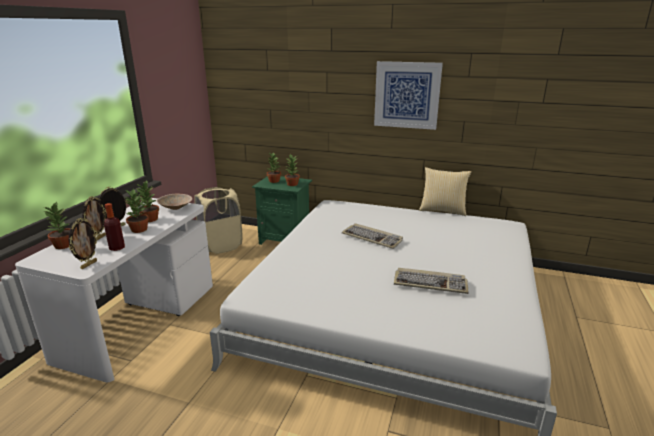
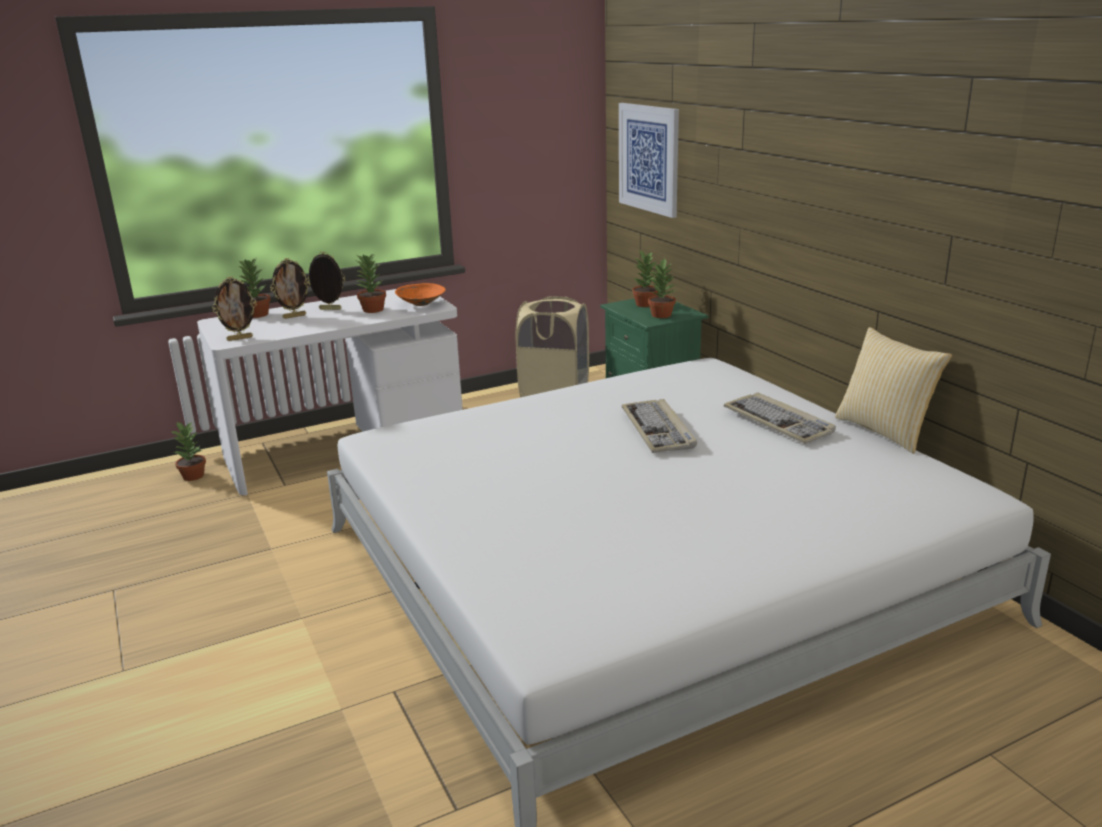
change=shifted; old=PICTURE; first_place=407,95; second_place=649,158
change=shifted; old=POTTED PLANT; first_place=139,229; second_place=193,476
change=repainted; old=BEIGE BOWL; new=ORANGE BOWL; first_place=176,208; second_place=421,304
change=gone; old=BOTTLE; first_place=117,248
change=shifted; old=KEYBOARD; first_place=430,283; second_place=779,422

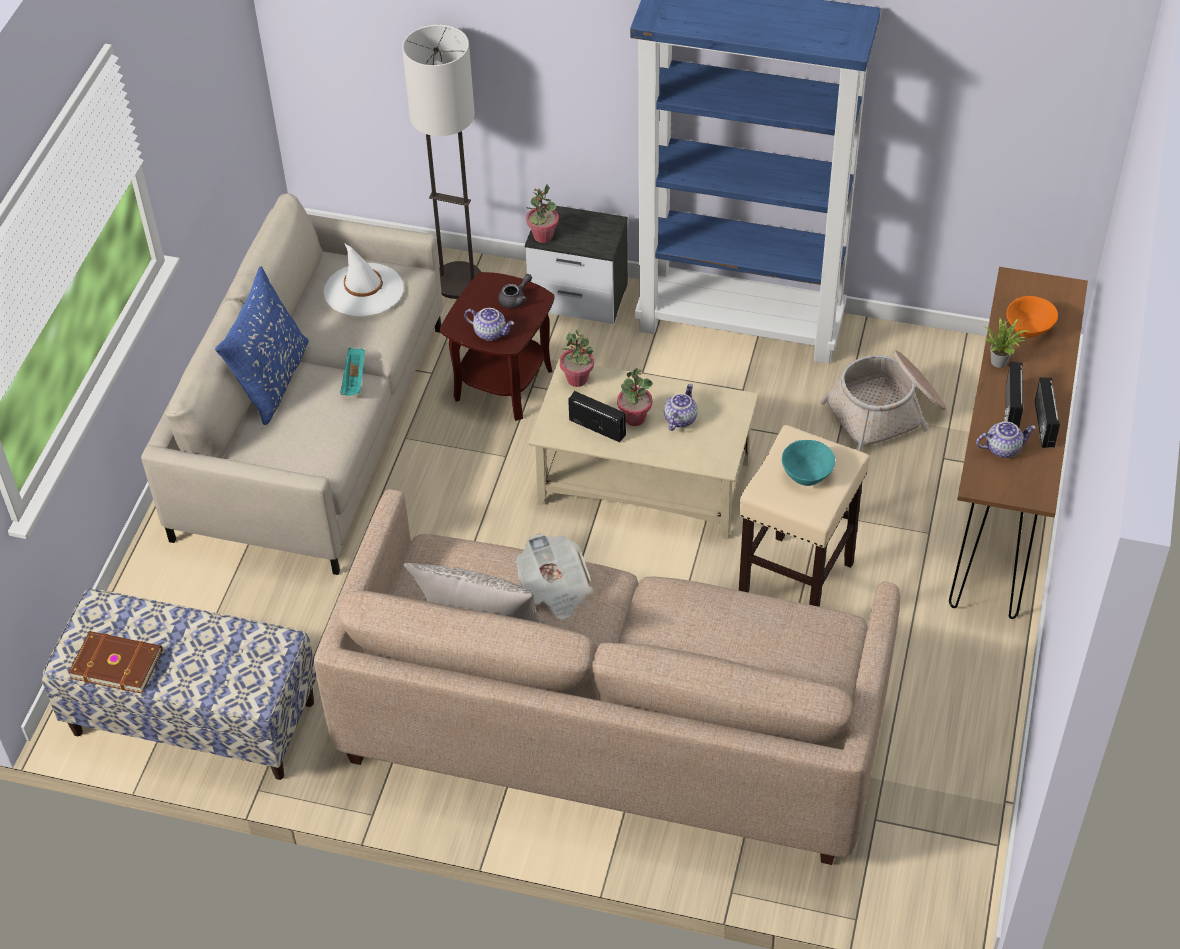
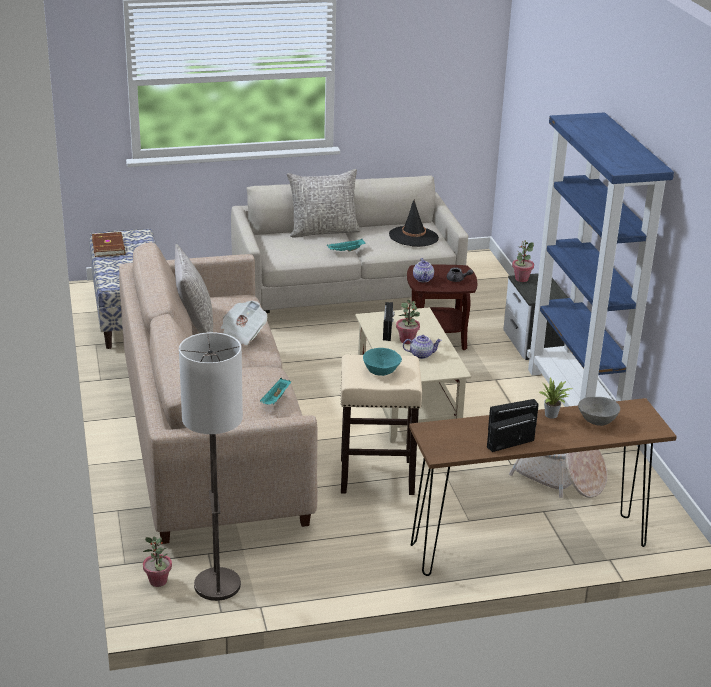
change=shifted; old=FLOOR LAMP; first_place=457,282; second_place=217,585
change=repainted; old=WHITE HAT; new=BLACK HAT; first_place=363,290; second_place=413,237
change=repainted; old=BLUE PILLOW; new=GREY PILLOW; first_place=271,380; second_place=323,231
change=repainted; old=ORANGE BOWL; new=GREY BOWL; first_place=1028,328; second_place=597,420
change=shifted; old=POTTED PLANT; first_place=577,379; second_place=158,581
change=gone; old=TEAPOT; first_place=1003,448
change=new; new=TURQUOISE TRAY; second_place=276,399

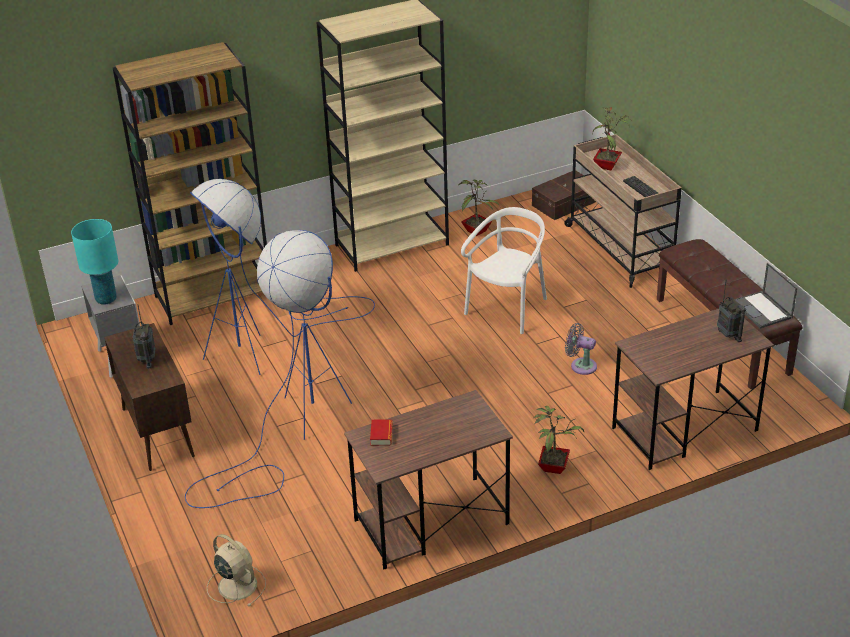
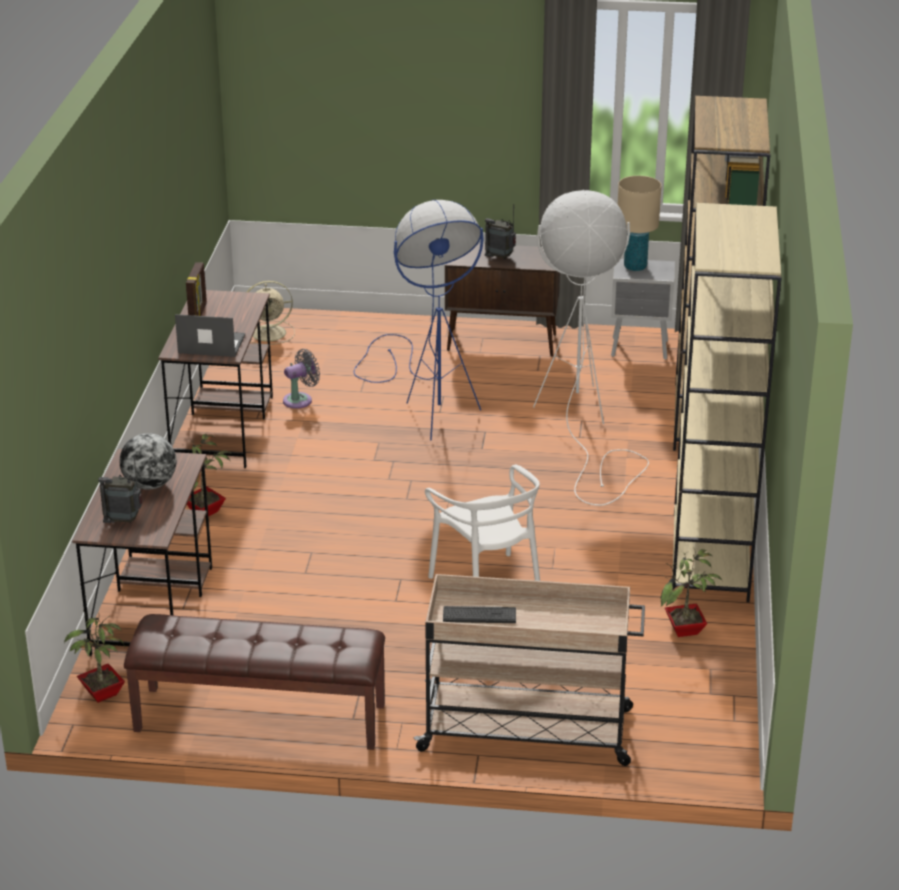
change=shifted; old=POTTED PLANT; first_place=608,166; second_place=100,694
change=gone; old=BROWN STORAGE BOX; first_place=565,203
change=repainted; old=BLUE FLOOR LAMP; new=WHITE FLOOR LAMP; first_place=266,344; second_place=583,424
change=repainted; old=TURQUOISE TABLE LAMP; new=BEIGE TABLE LAMP; first_place=106,299; second_place=635,267
change=shifted; old=LAPTOP; first_place=762,310; second_place=210,344
change=shifted; old=GREY FAN; first_place=581,365; second_place=300,400
change=gone; old=BOOK; first_place=381,435
change=new; new=PICTURE FRAME; second_place=198,314
change=new; new=GLOBE; second_place=150,485

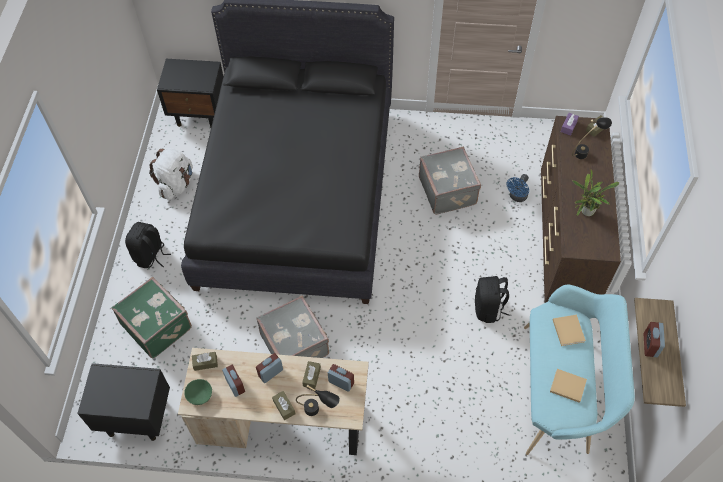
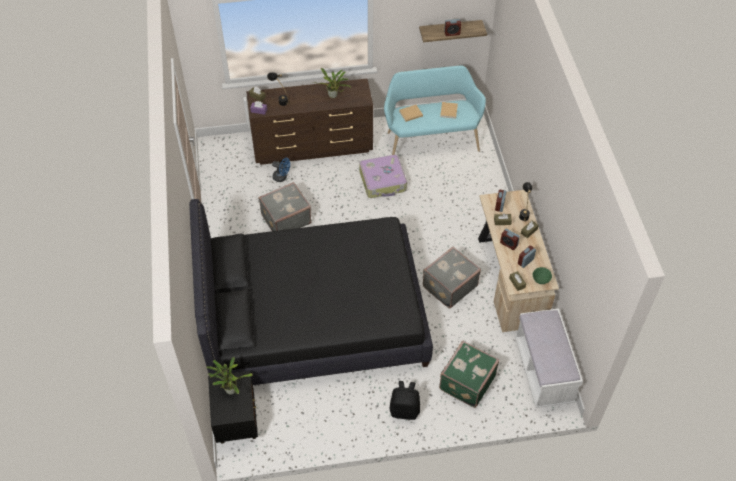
change=gone; old=WHITE BACKPACK; first_place=176,184
change=swapped; old=BLACK BACKPACK; new=SUITCASE; first_place=488,309; second_place=383,181
change=swapped; old=BLACK NIGHTSTAND; new=WHITE BENCH; first_place=135,417; second_place=543,371
change=new; new=POTTED PLANT; second_place=230,389

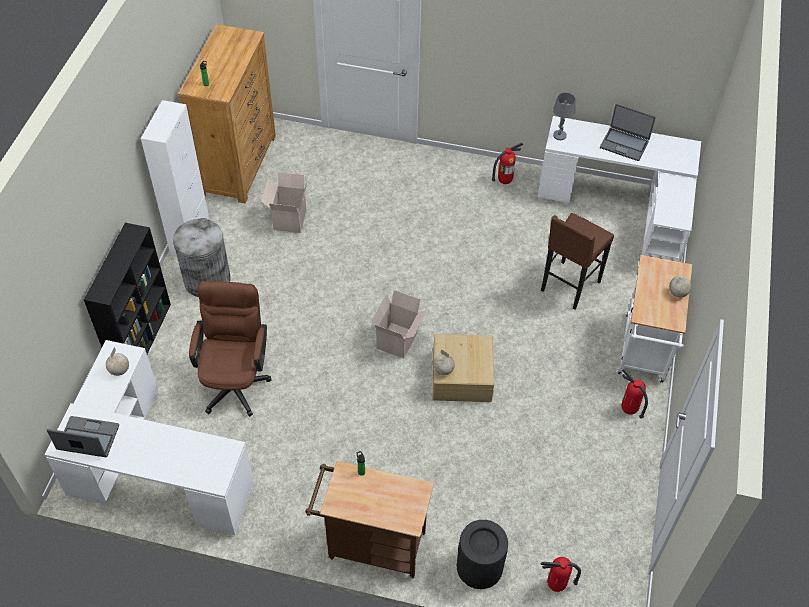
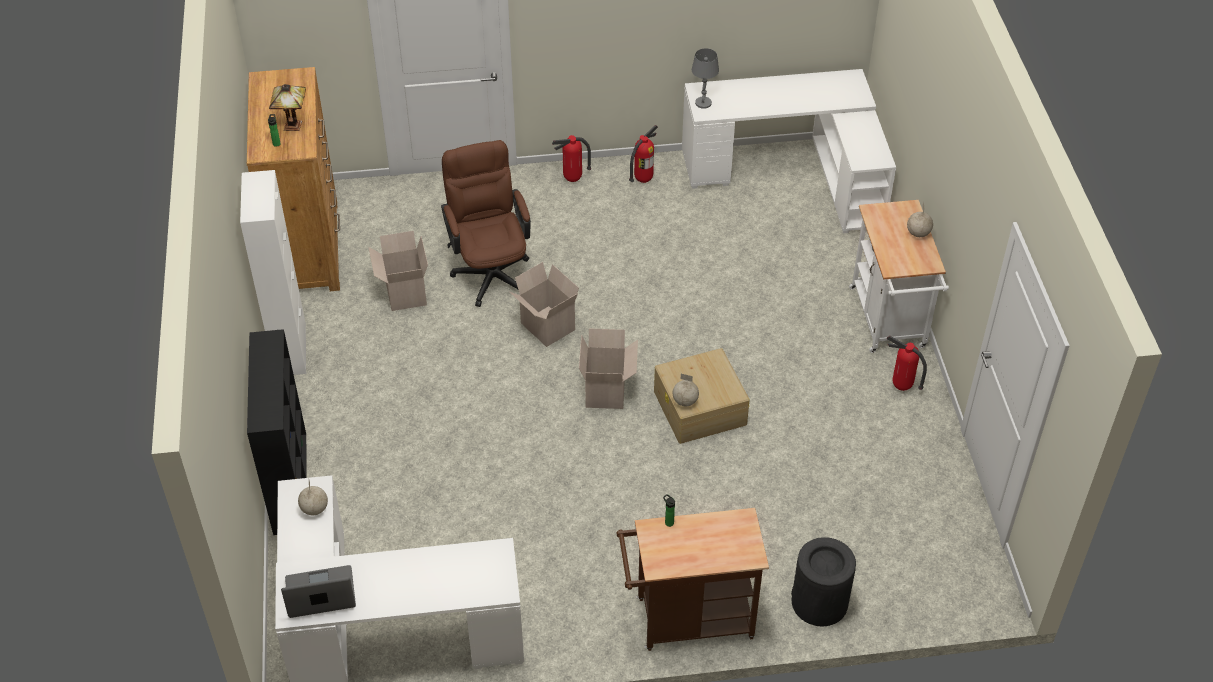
change=gone; old=LAPTOP; first_place=624,144
change=gone; old=BROWN STOOL; first_place=569,287
change=gone; old=GREY TRASH CAN; first_place=207,279
change=shifted; old=BROWN OFFICE CHAIR; first_place=236,380; second_place=490,270
change=shifted; old=FIRE EXTINGUISHER; first_place=556,586; second_place=572,179
change=new; new=TABLE LAMP; second_place=293,126
change=new; new=CARDBOARD BOX; second_place=546,327

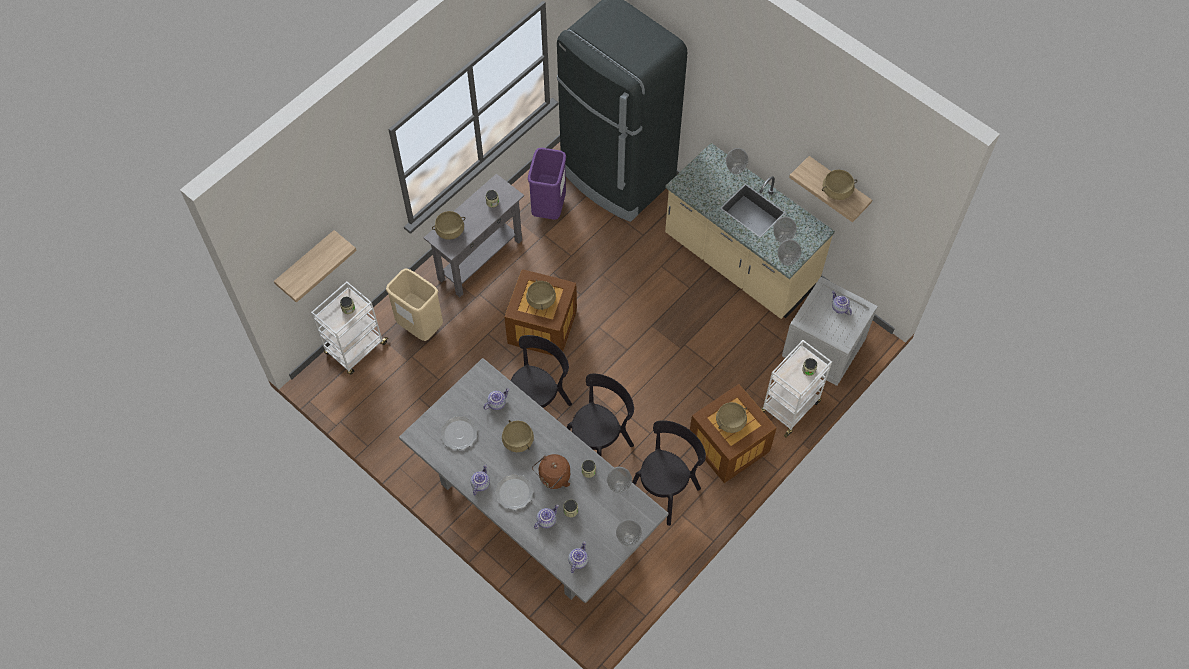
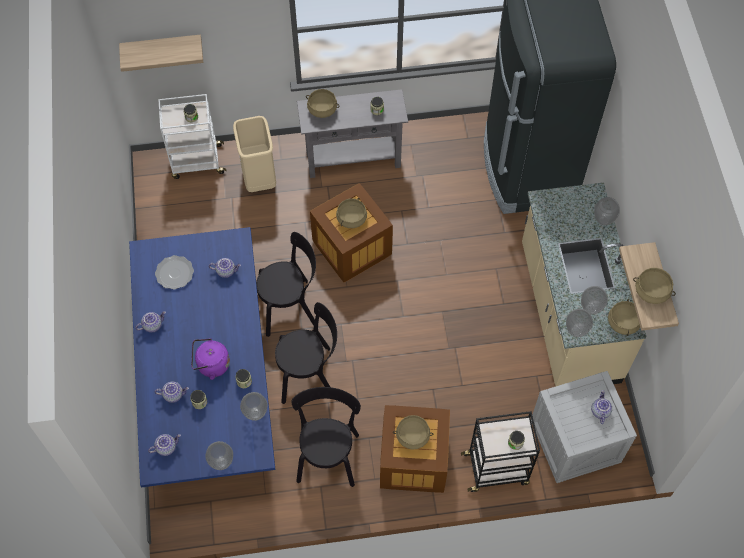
change=gone; old=PURPLE TRASH CAN; first_place=549,207
change=repainted; old=WHITE CART; new=BLACK CART; first_place=789,407; second_place=497,468
change=repainted; old=GREY DINING TABLE; new=BLUE DINING TABLE; first_place=534,509; second_place=210,387
change=shifted; old=BEIGE COOKING POT; first_place=518,440; second_place=623,322
change=rotated; old=BLACK CHAIR; first_place=666,488; second_place=328,454; degrees=-75
change=repainted; old=BROWN KETTLE; new=PURPLE KETTLE; first_place=553,478; second_place=211,365
change=gone; old=PLATE; first_place=514,493

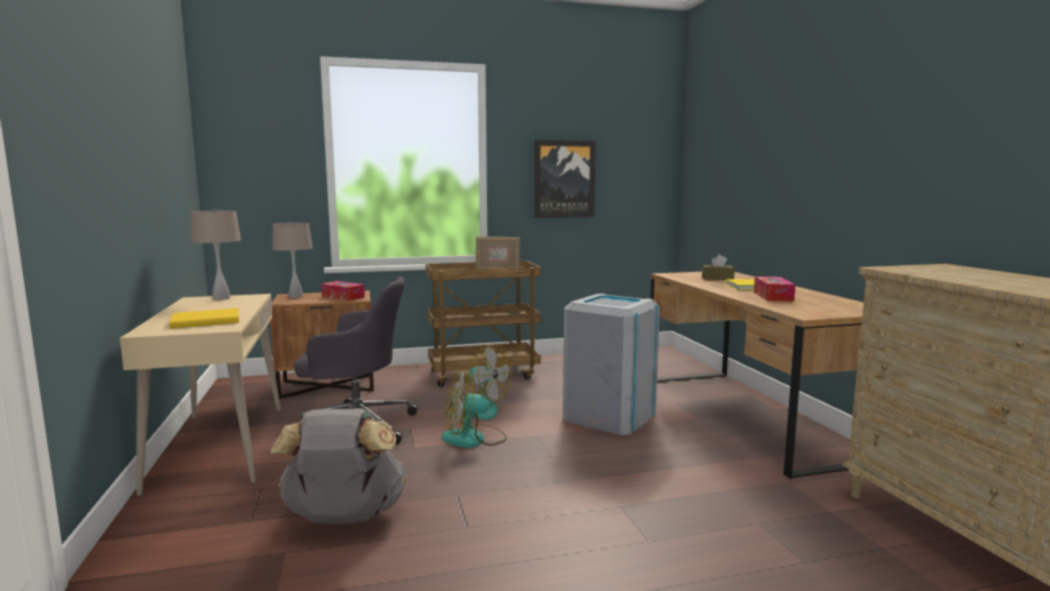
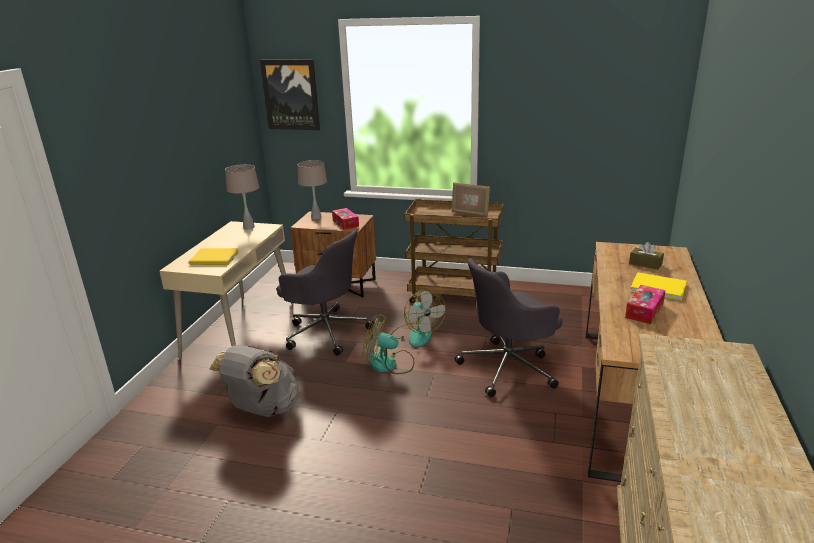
change=shifted; old=PICTURE; first_place=564,179; second_place=291,95
change=swapped; old=GREY TRASH CAN; new=GREY OFFICE CHAIR; first_place=609,416; second_place=509,368

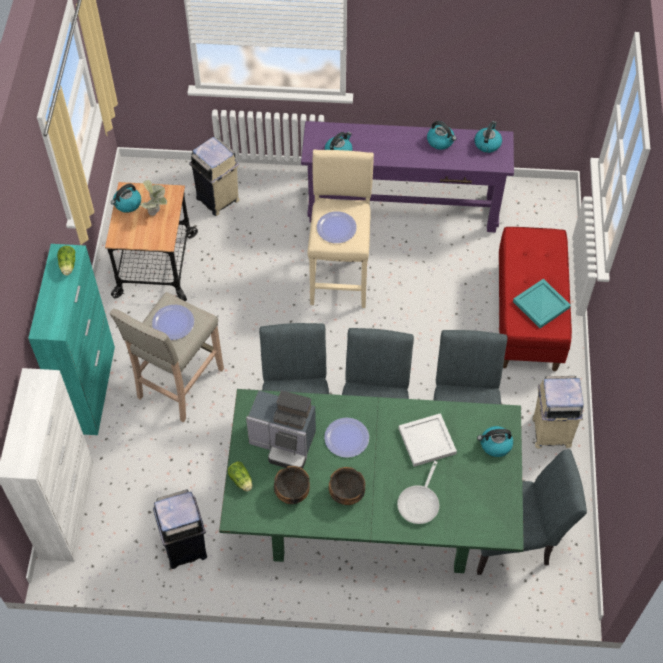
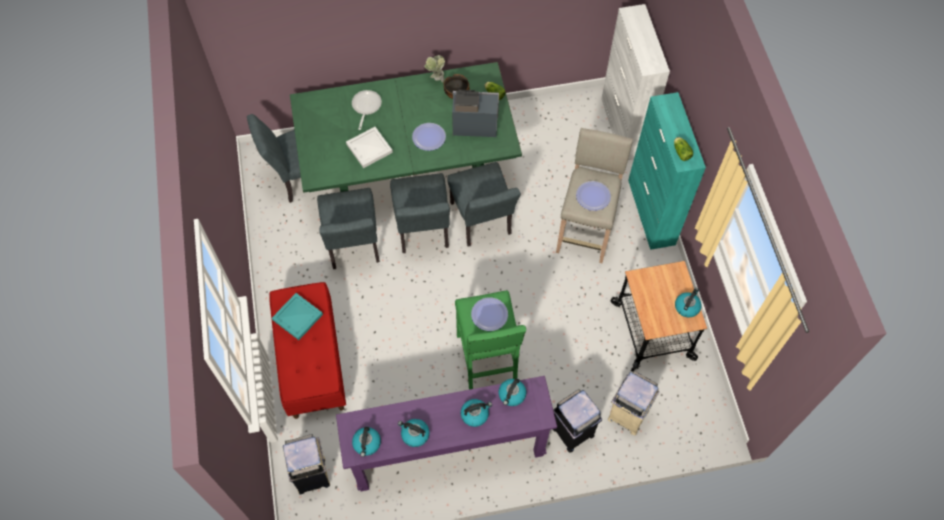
change=repainted; old=BEIGE STOOL; new=GREEN STOOL; first_place=340,276; second_place=487,360
change=shifted; old=POTTED PLANT; first_place=157,212; second_place=436,79
change=shifted; old=BEIGE TRASH CAN; first_place=550,432; second_place=312,475
change=shifted; old=KETTLE; first_place=495,445; second_place=475,414
change=gone; old=BOWL; first_place=346,494
change=shifted; old=BLACK TRASH CAN; first_place=185,547; second_place=572,432

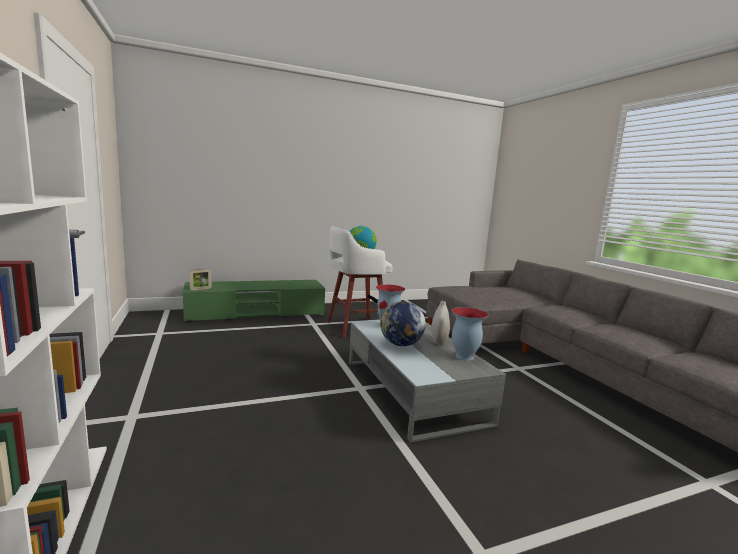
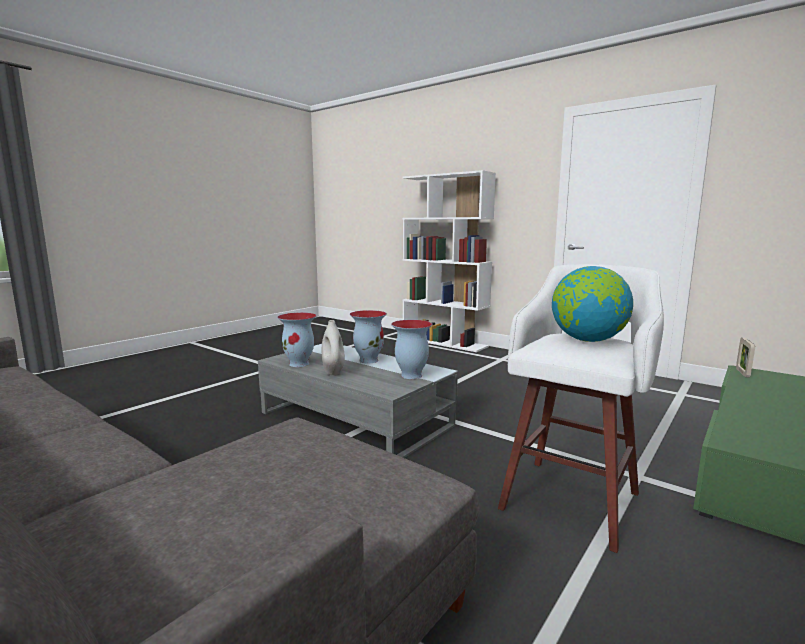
change=swapped; old=GLOBE; new=VASE; first_place=400,344; second_place=368,360

